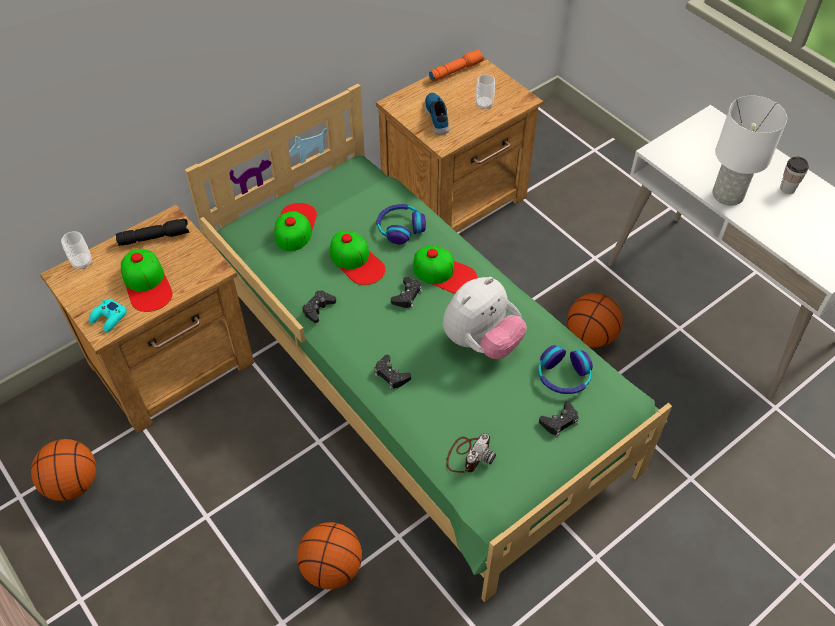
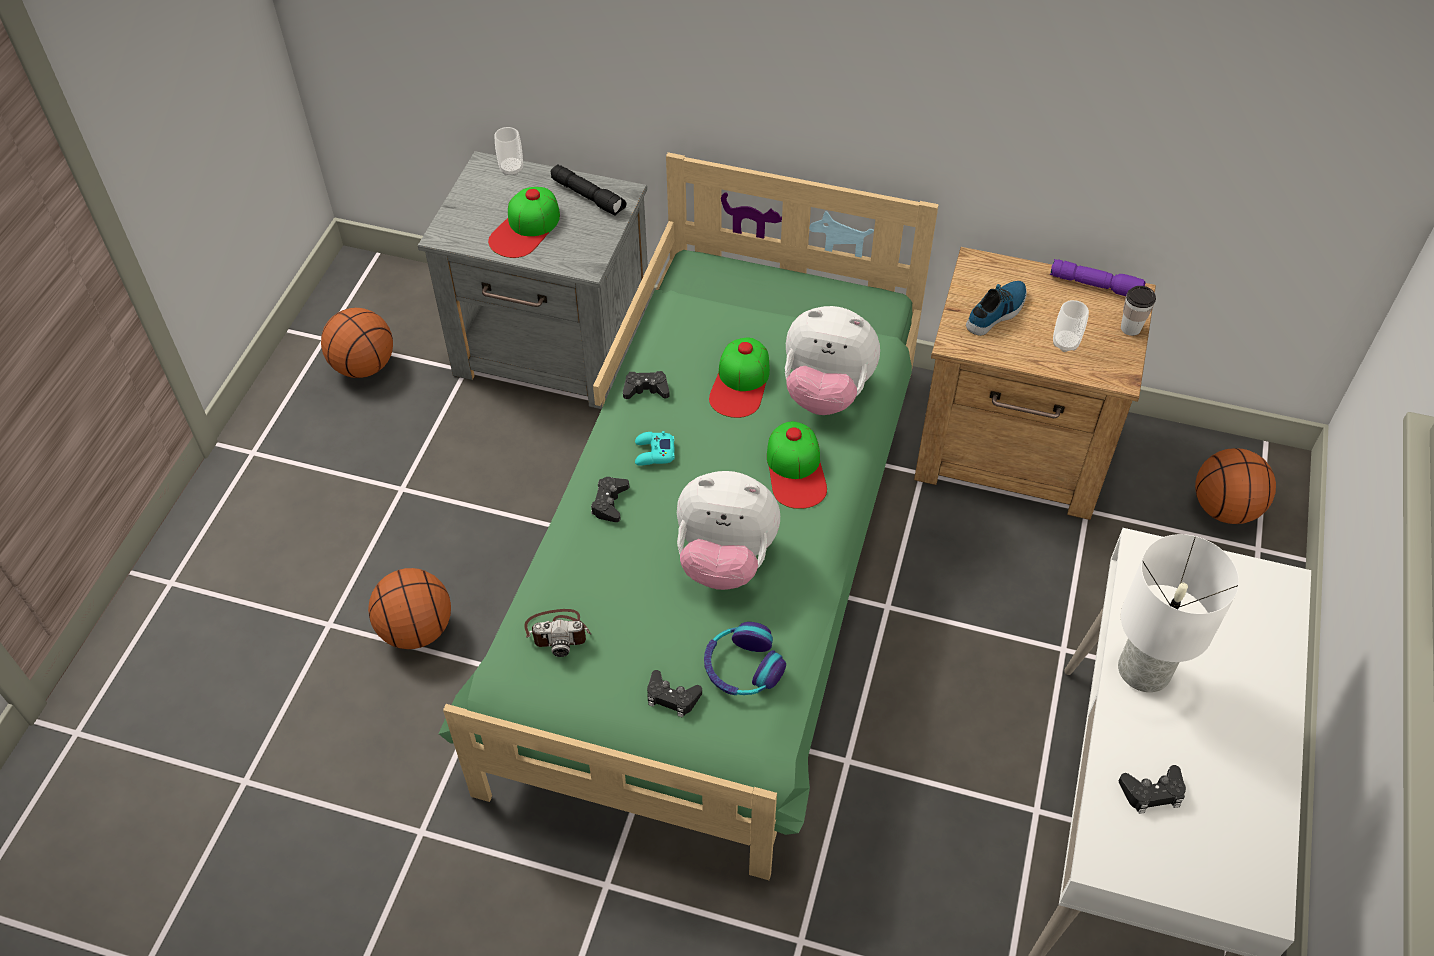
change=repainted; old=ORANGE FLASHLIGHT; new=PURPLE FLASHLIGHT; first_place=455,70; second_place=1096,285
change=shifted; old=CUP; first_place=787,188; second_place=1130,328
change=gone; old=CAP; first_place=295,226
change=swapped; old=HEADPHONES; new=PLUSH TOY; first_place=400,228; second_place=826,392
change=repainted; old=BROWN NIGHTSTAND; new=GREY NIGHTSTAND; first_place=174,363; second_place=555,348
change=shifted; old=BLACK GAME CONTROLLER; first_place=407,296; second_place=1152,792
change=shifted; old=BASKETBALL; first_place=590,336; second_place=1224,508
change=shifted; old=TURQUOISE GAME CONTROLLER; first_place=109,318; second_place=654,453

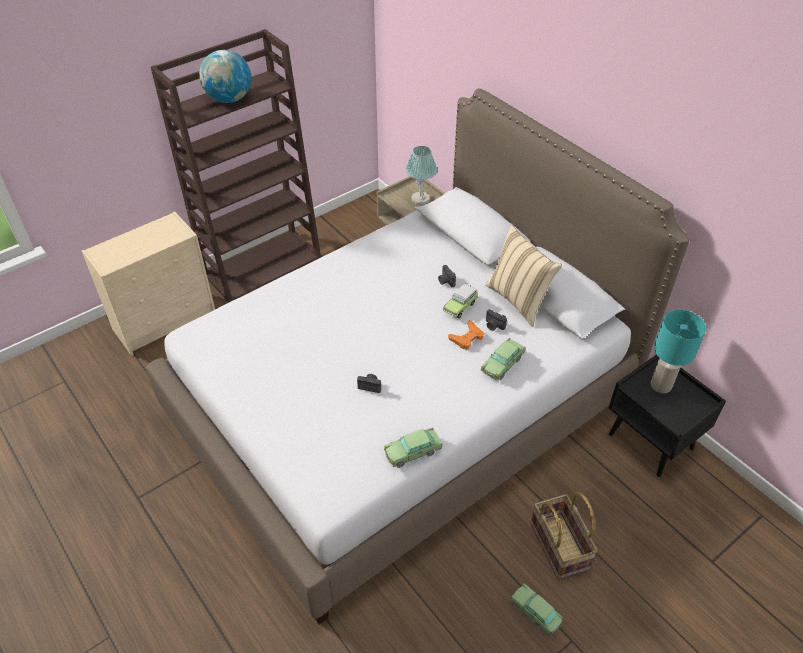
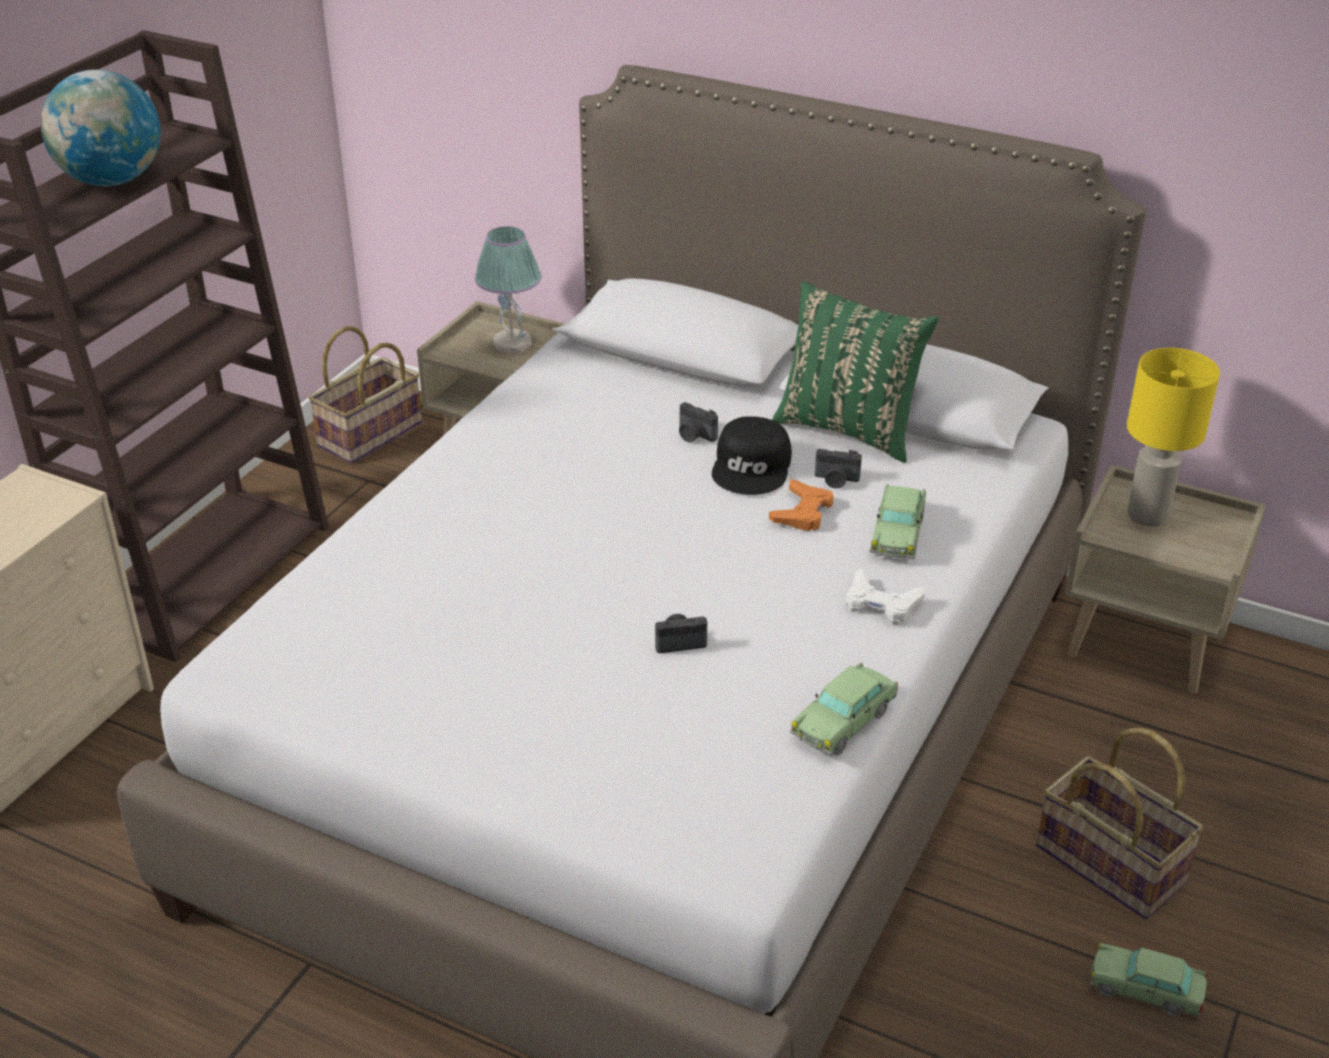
change=repainted; old=BEIGE PILLOW; new=GREEN PILLOW; first_place=519,300; second_place=849,429
change=swapped; old=TOY CAR; new=BLACK CAP; first_place=461,306; second_place=753,467
change=repainted; old=TURQUOISE TABLE LAMP; new=YELLOW TABLE LAMP; first_place=661,386; second_place=1148,516
change=repainted; old=BLACK NIGHTSTAND; new=BEIGE NIGHTSTAND; first_place=651,441; second_place=1145,643
change=new; new=BASKET; second_place=371,435
change=new; new=WHITE GAME CONTROLLER; second_place=881,604

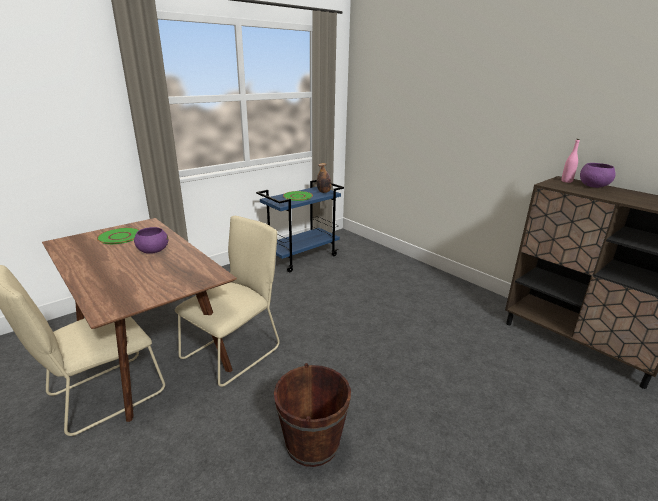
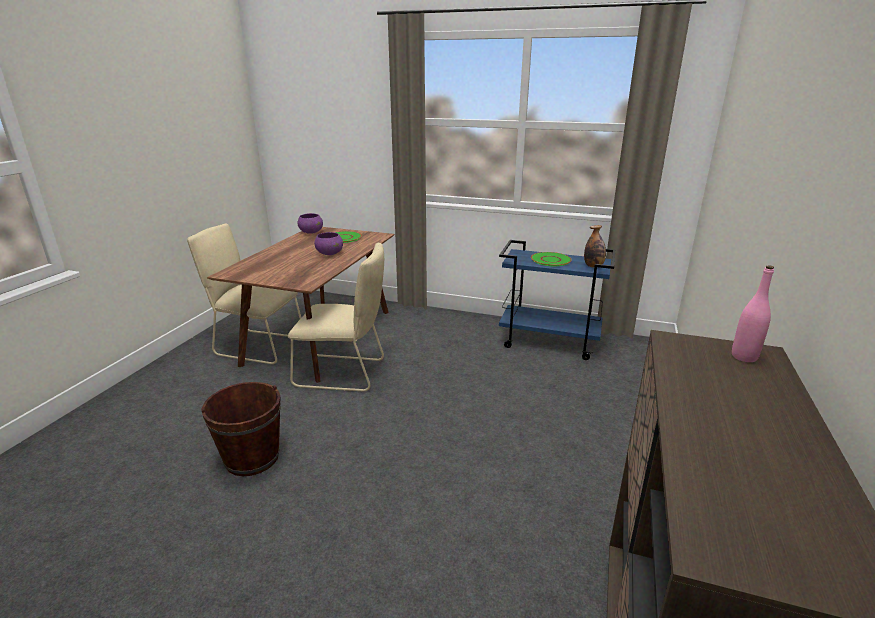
change=shifted; old=PURPLE BOWL; first_place=593,186; second_place=311,232

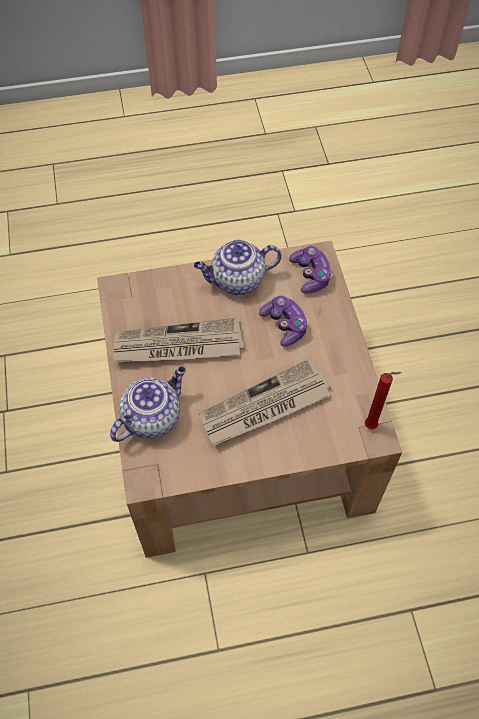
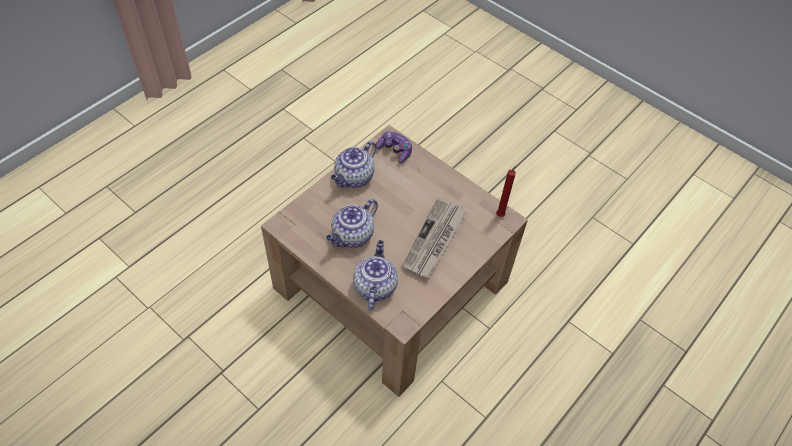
change=gone; old=GAME CONTROLLER; first_place=284,325
change=swapped; old=NEWSPAPER; new=TEAPOT; first_place=178,346; second_place=352,236

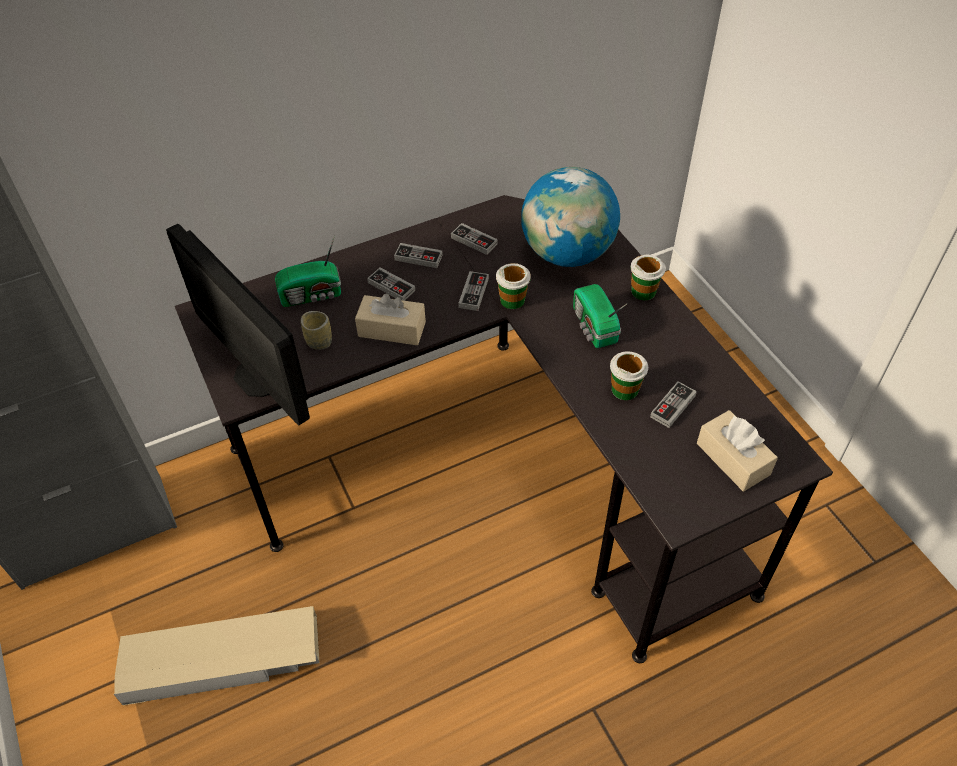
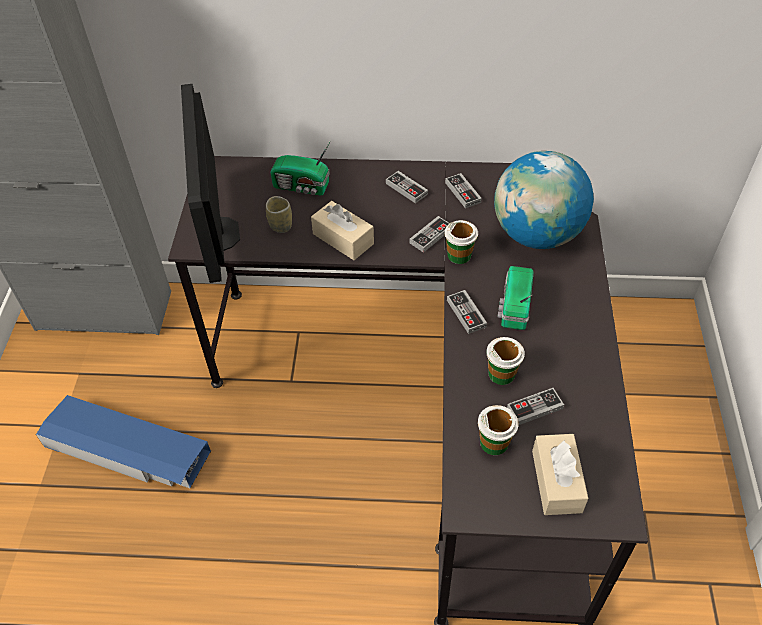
change=shifted; old=CUP; first_place=643,291; second_place=494,442
change=shifted; old=GAME CONTROLLER; first_place=391,286; second_place=466,313
change=repainted; old=BEIGE STORAGE BOX; new=BLUE STORAGE BOX; first_place=223,660; second_place=127,449

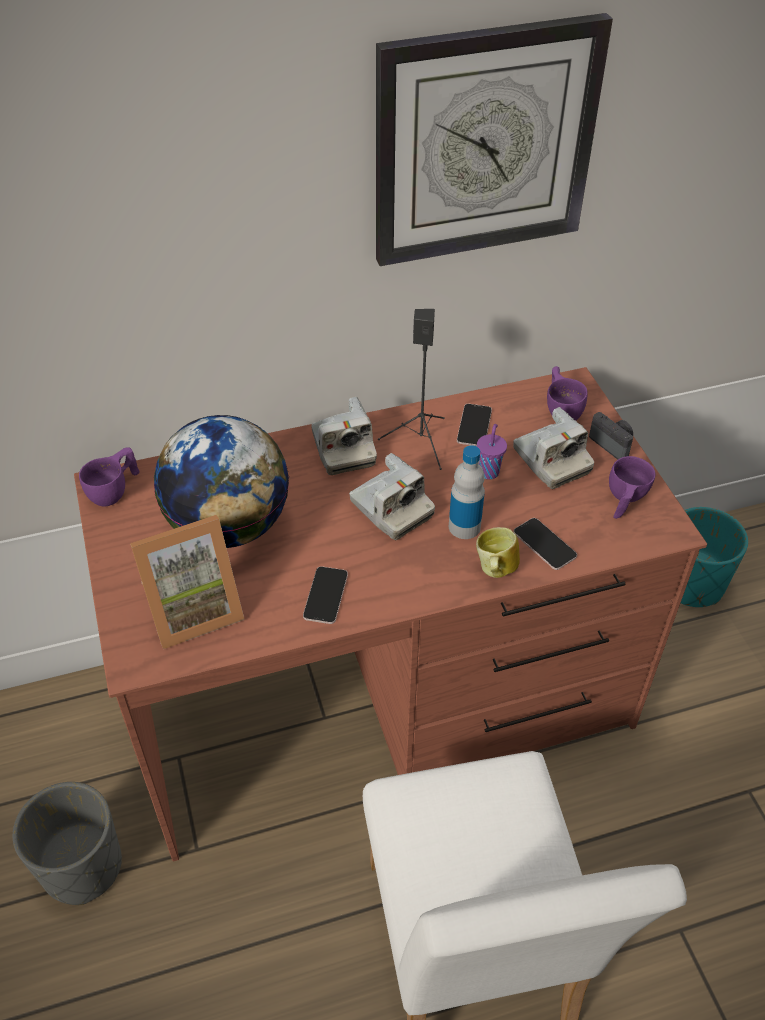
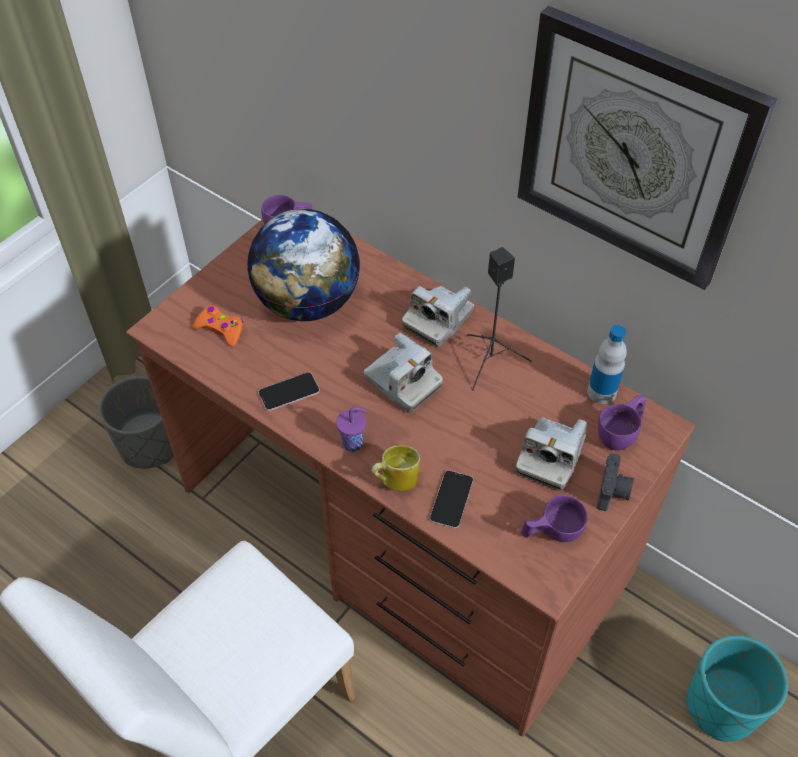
change=gone; old=PHONE; first_place=474,426
change=shifted; old=PURPLE CUP; first_place=489,471; second_place=354,443
change=shifted; old=BOTTLE; first_place=464,527; second_place=601,392
change=rotated; old=PHOTO CAMERA; first_place=391,509; second_place=402,383; degrees=-60
change=swapped; old=PICTURE FRAME; new=ORANGE GAME CONTROLLER; first_place=192,610; second_place=220,329

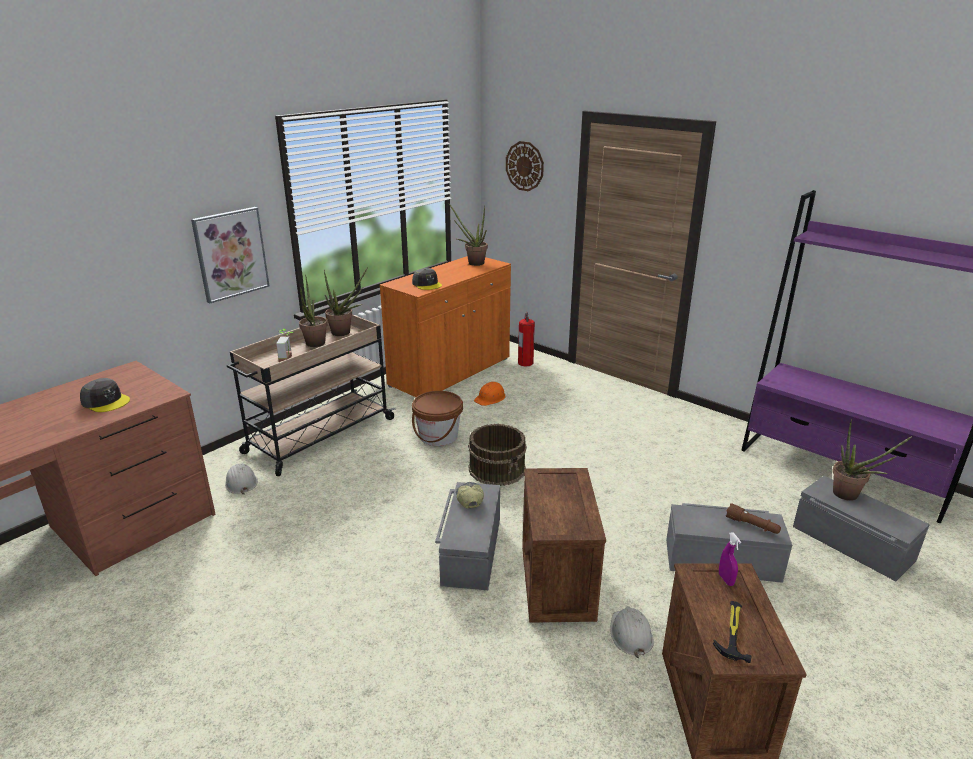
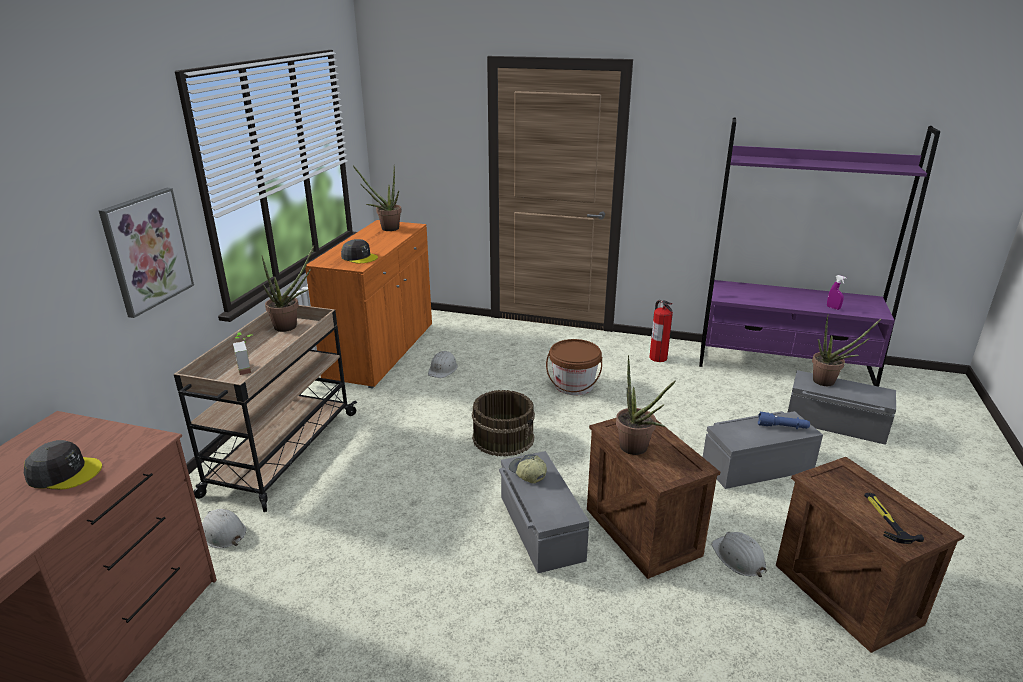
change=gone; old=WALL CLOCK; first_place=524,166
change=shifted; old=POTTED PLANT; first_place=314,345; second_place=637,450
change=shifted; old=FIRE EXTINGUISHER; first_place=525,363; second_place=658,357
change=repainted; old=ORANGE HARD HAT; new=WHITE HARD HAT; first_place=490,398; second_place=443,369
change=shifted; old=BROWN BUCKET; first_place=438,436; second_place=573,385
change=repainted; old=BROWN FLASHLIGHT; new=BLUE FLASHLIGHT; first_place=752,525; second_place=782,427
change=shifted; old=PURPLE SPRAY BOTTLE; first_place=726,579; second_place=833,308

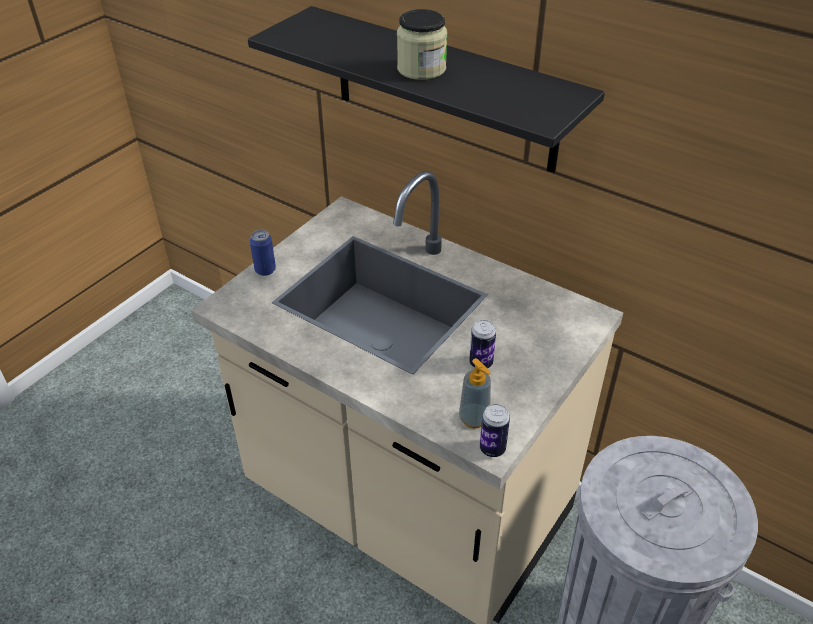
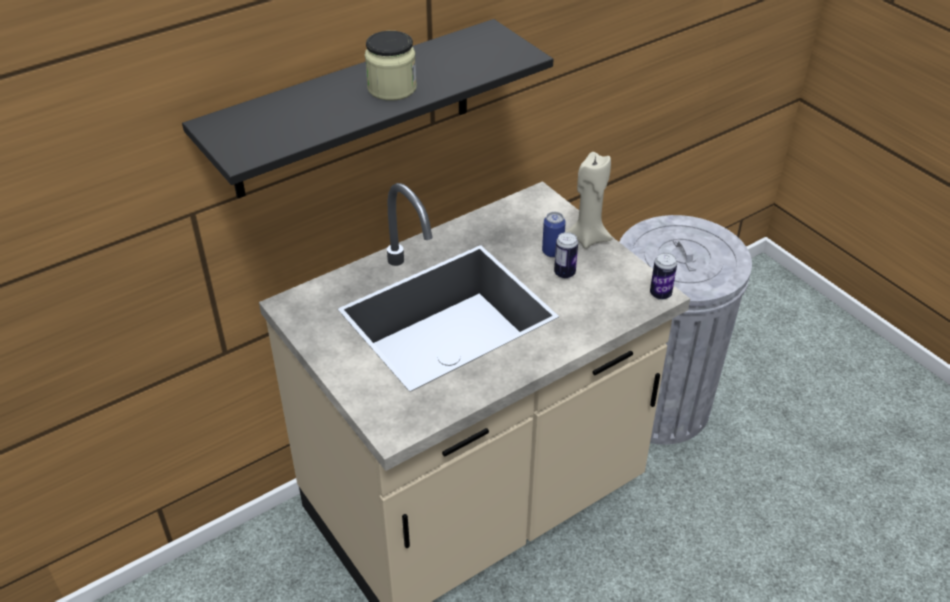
change=shifted; old=CAN; first_place=265,270; second_place=552,252
change=gone; old=SOAP DISPENSER; first_place=474,419
change=new; new=BEIGE CANDLE; second_place=587,238

